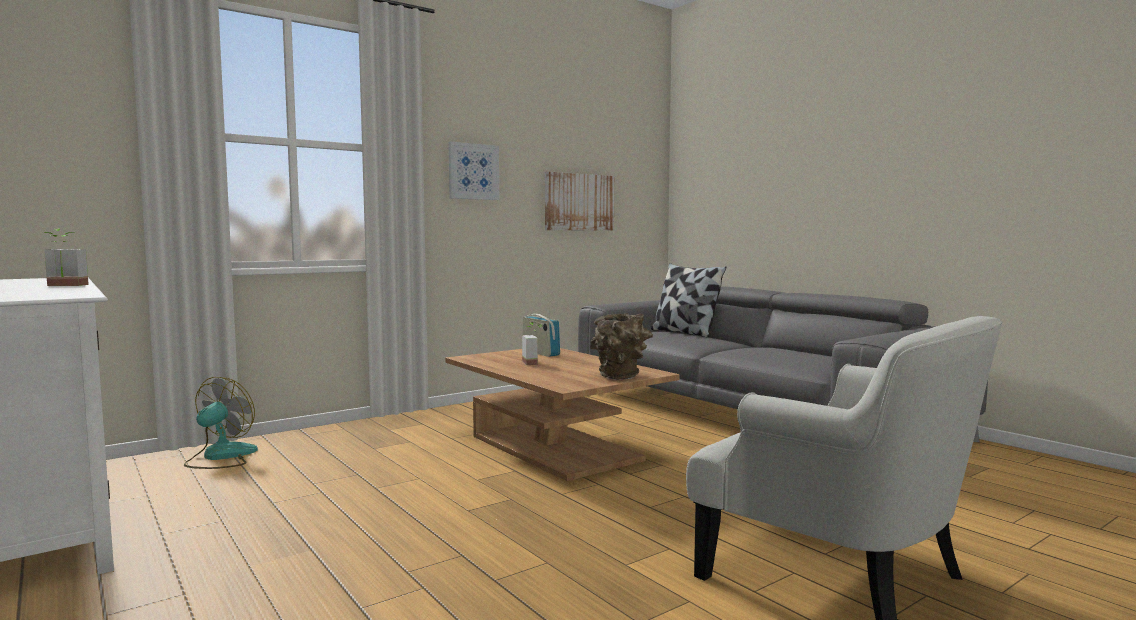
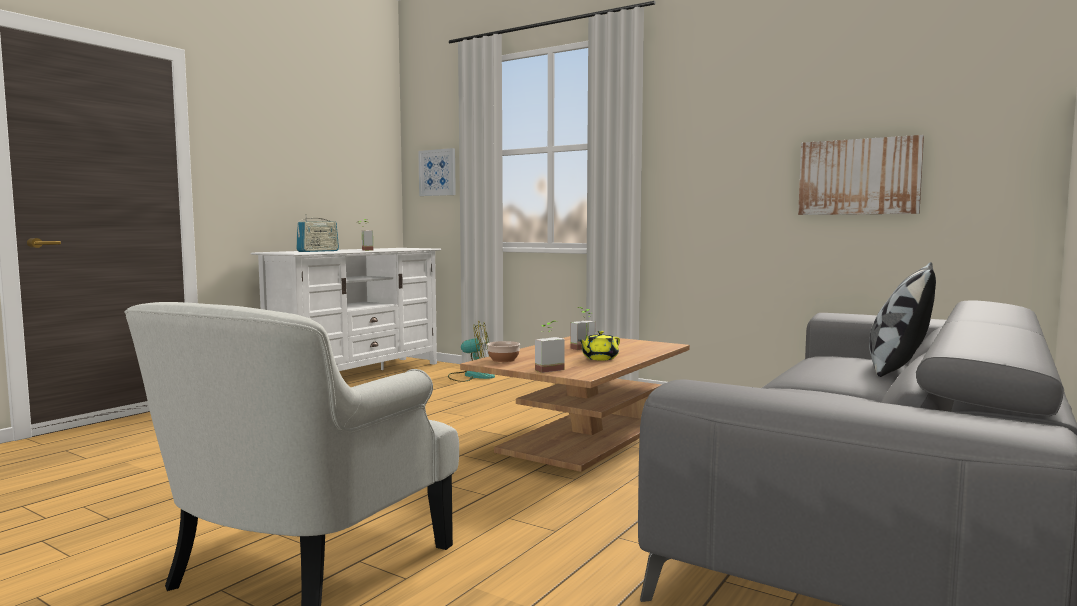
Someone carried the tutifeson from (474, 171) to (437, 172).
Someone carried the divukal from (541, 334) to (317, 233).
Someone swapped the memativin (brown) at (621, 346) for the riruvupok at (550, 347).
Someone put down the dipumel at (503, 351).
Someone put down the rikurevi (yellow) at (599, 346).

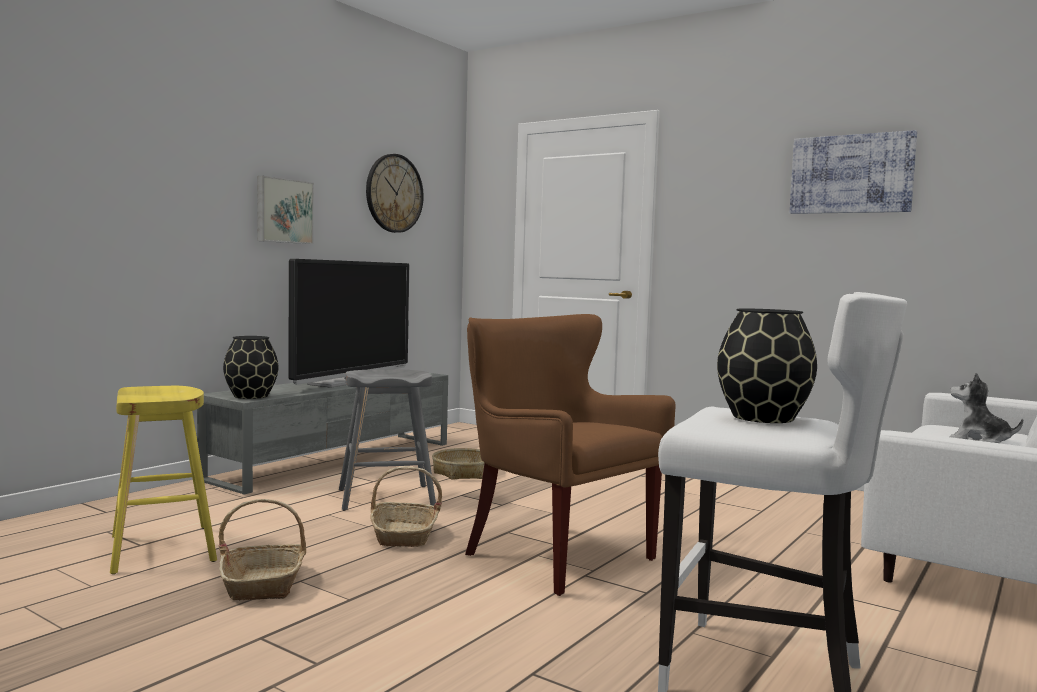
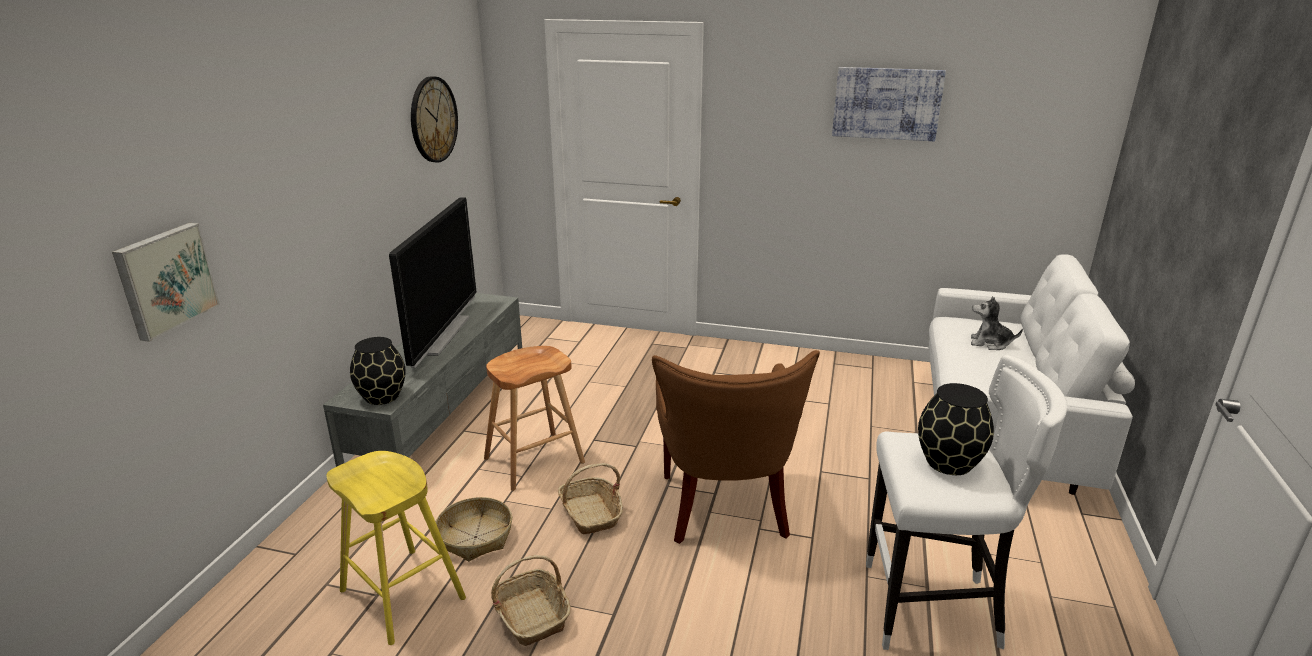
Someone carried the tutifeson from (285, 210) to (166, 282).
Someone repainted the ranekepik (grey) at (387, 439), which became the ranekepik (brown) at (534, 418).
Someone carried the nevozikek from (458, 464) to (474, 529).
Someone rotated the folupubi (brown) at (570, 455) by 120 degrees counterclockwise.

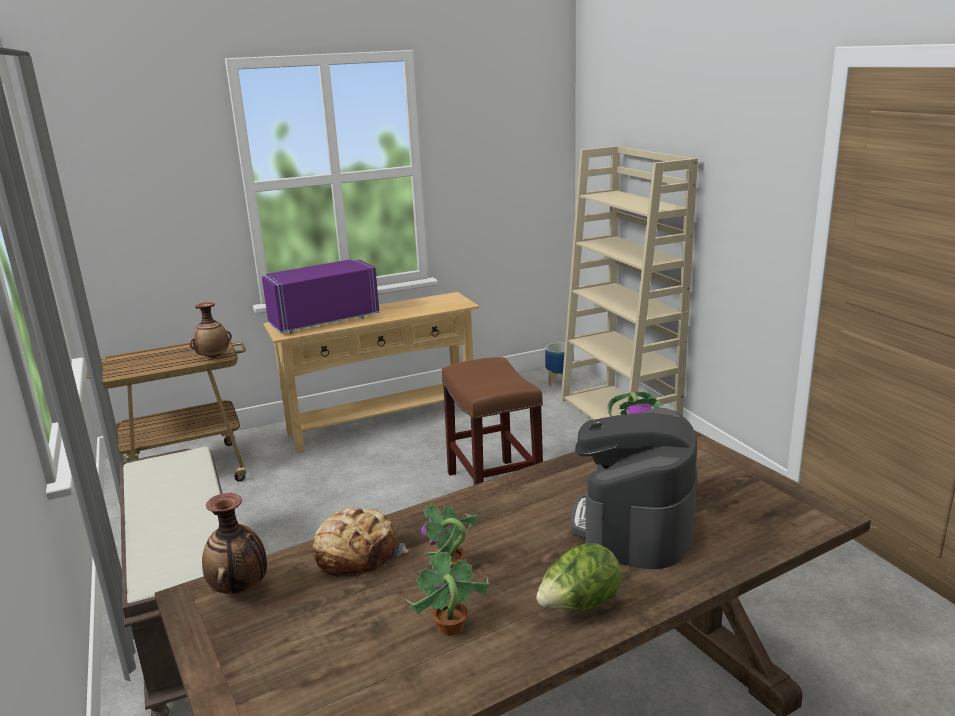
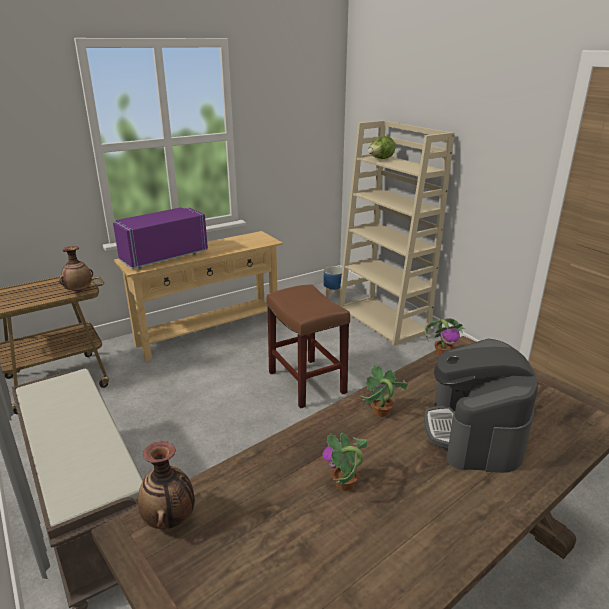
Someone took away the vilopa at (361, 542).
Someone carried the riruvupok from (447, 593) to (384, 391).
Someone carried the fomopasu from (579, 576) to (382, 147).

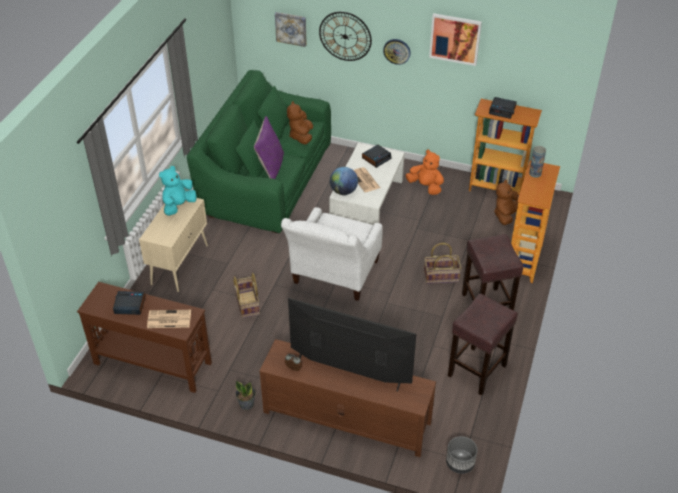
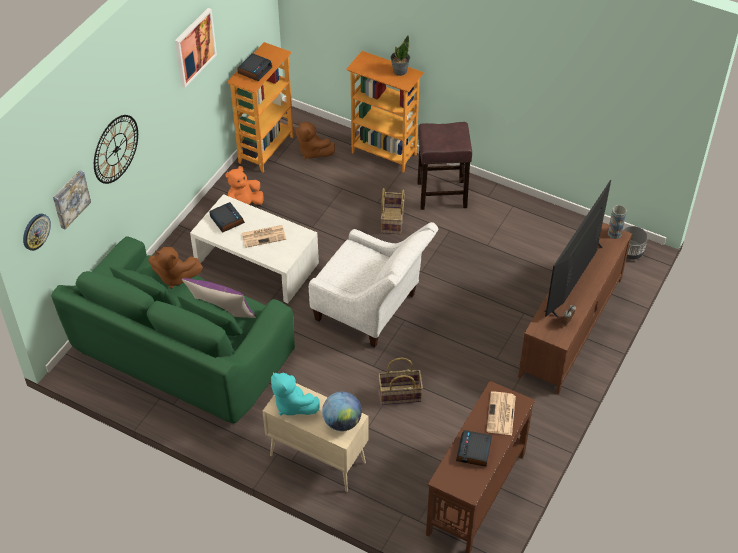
Someone carried the riruvupok from (246, 395) to (400, 55).
Someone carried the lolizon from (344, 181) to (342, 411).
Someone carried the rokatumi from (397, 52) to (37, 232).
Someone took away the ranekepik (brown) at (483, 344).
Someone carried the memativin from (537, 162) to (617, 222).

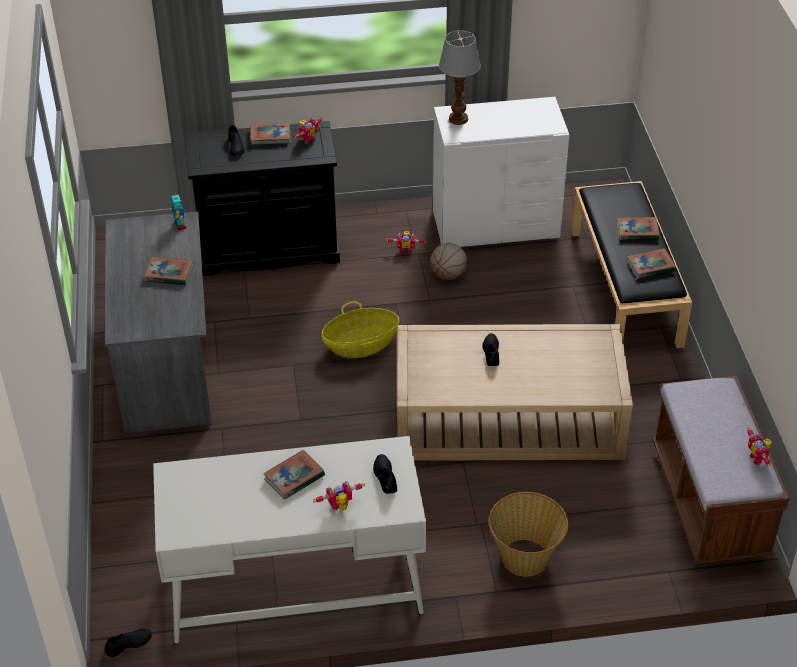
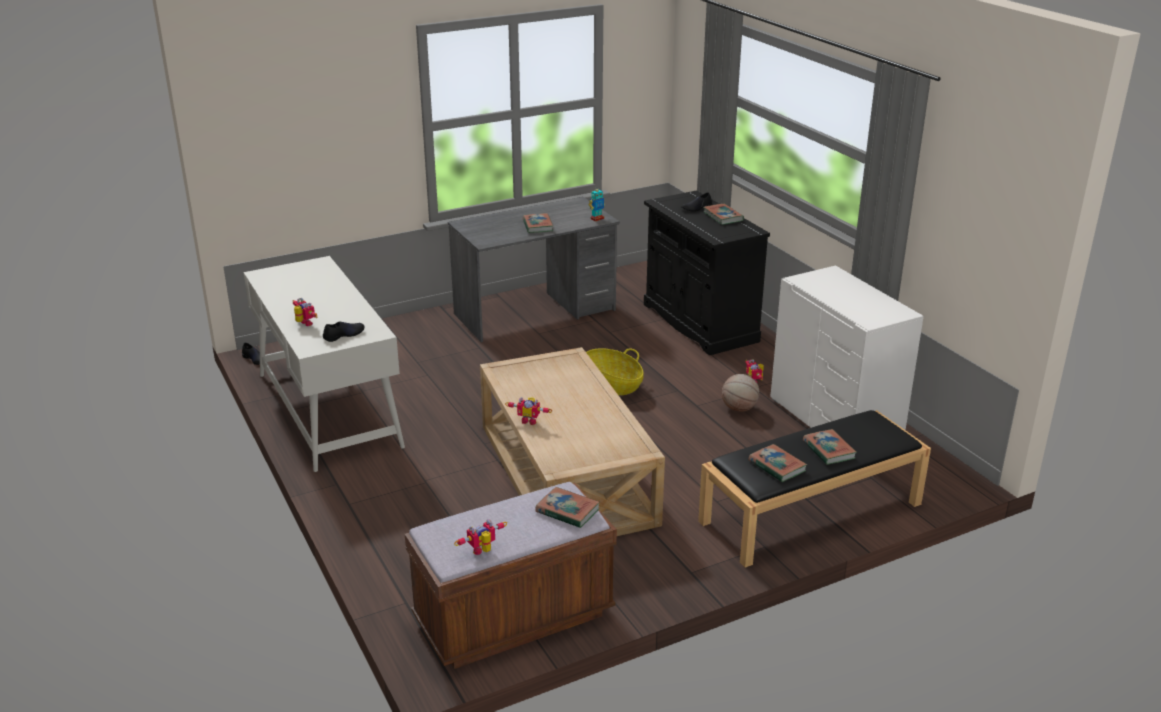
Someone carried the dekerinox from (294, 475) to (568, 507).
Someone carried the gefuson from (309, 130) to (528, 411).
Someone took away the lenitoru at (460, 77).
Someone took away the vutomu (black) at (490, 349).
Someone took away the nevozikek at (528, 534).

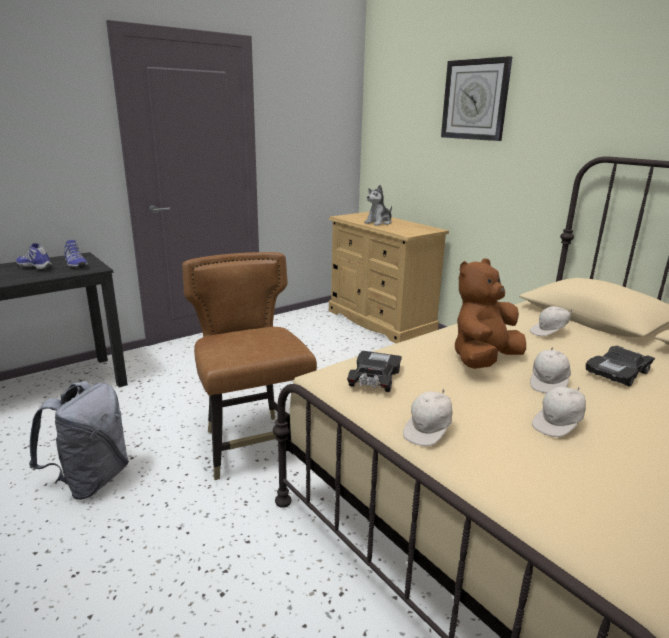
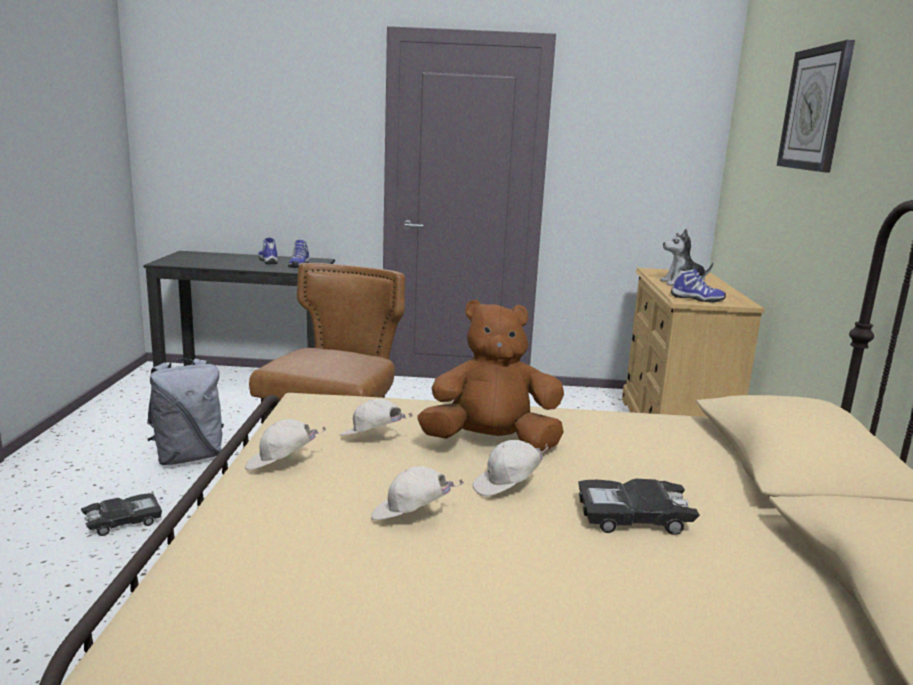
Someone carried the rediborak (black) from (374, 371) to (121, 514).
Someone carried the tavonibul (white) from (551, 321) to (376, 417).
Someone put down the vutomu at (698, 285).

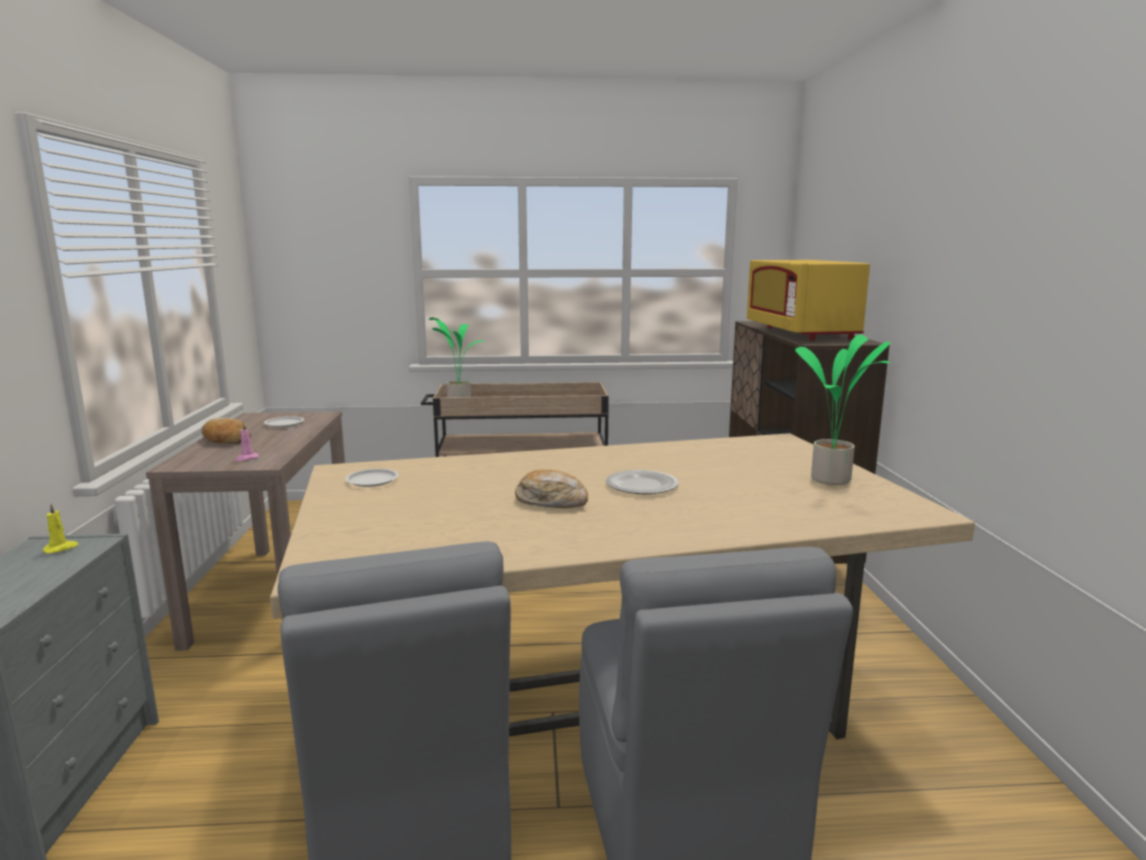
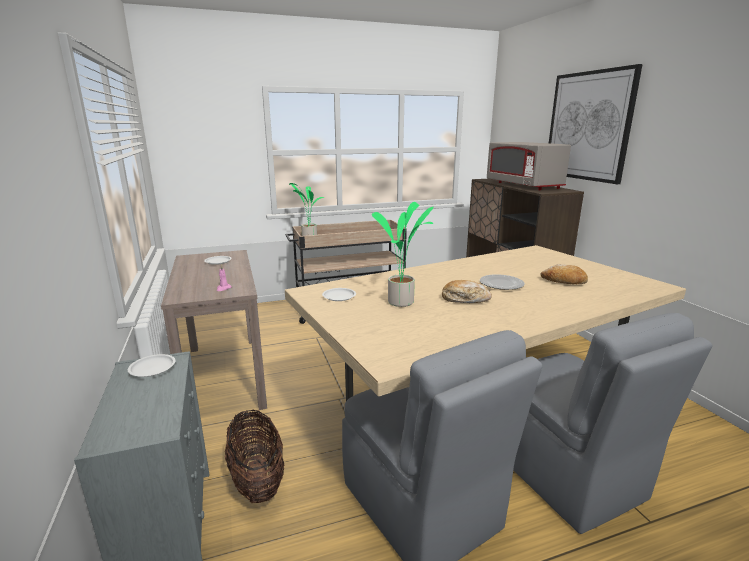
Someone swapped the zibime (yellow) at (60, 528) for the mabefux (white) at (151, 365).
Someone carried the vilopa from (226, 431) to (564, 274).
Someone repainted the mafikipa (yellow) at (808, 300), which became the mafikipa (grey) at (529, 166).
Someone carried the riruvupok from (843, 409) to (403, 254).
Someone put down the nevozikek at (255, 456).
Someone put up the tutifeson at (596, 124).

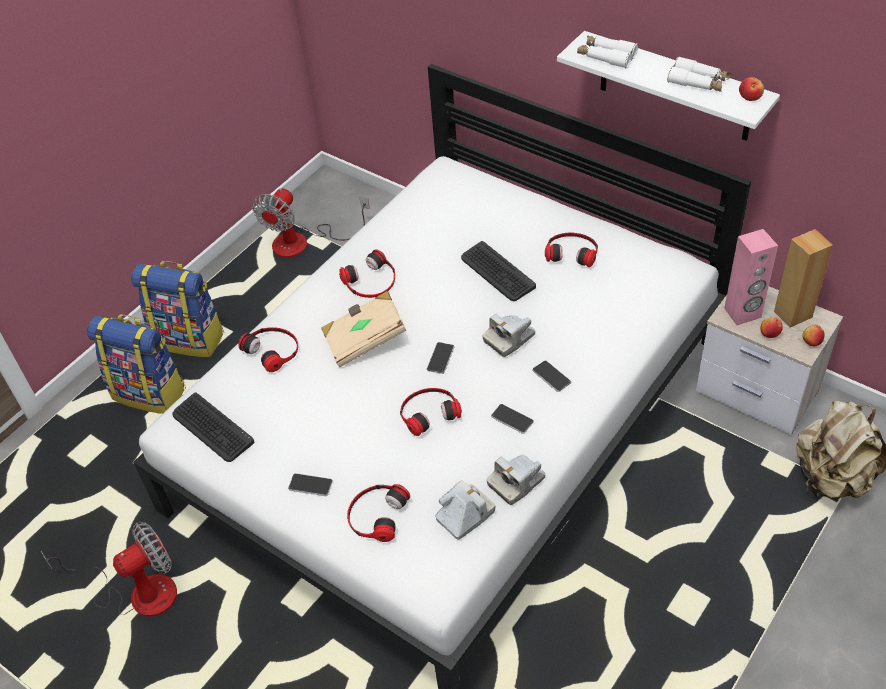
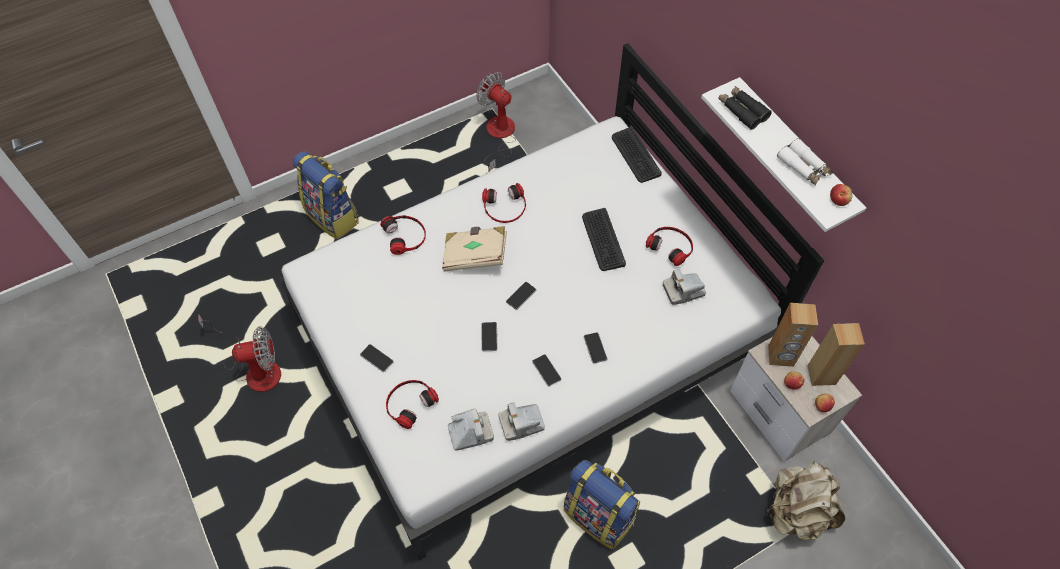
Someone carried the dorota from (177, 309) to (602, 505).
Someone carried the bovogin from (213, 427) to (637, 155).
Someone rotated the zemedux at (311, 222) by 90 degrees clockwise.
Someone swapped the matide at (431, 412) for the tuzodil at (489, 336).
Someone carried the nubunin from (508, 335) to (684, 287).
Someone repainted the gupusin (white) at (607, 51), which became the gupusin (black) at (745, 108).
Someone repainted the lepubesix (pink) at (751, 277), which became the lepubesix (brown) at (793, 335).

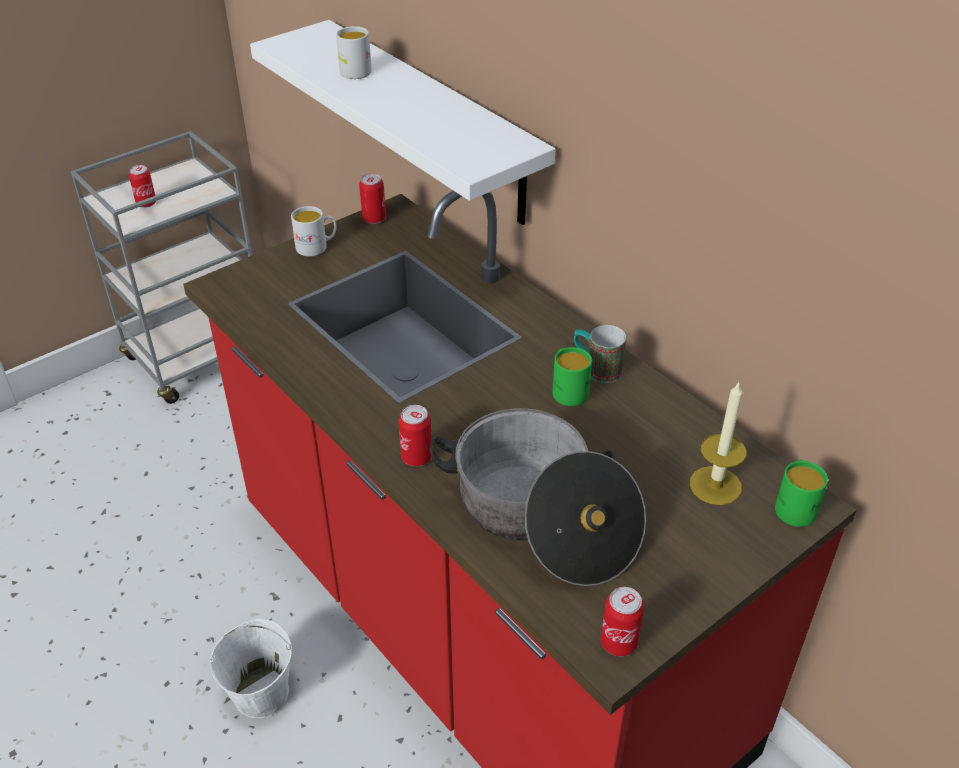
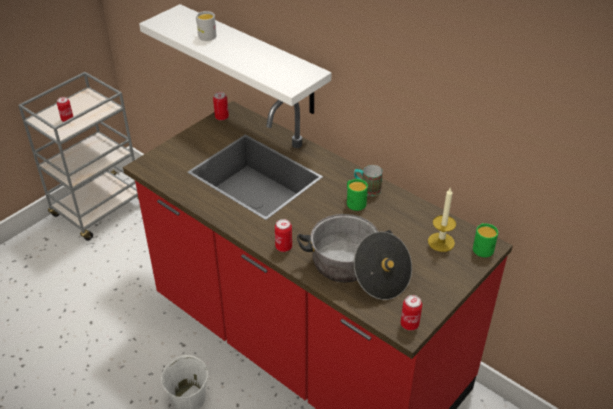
Someone took away the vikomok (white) at (314, 231).

